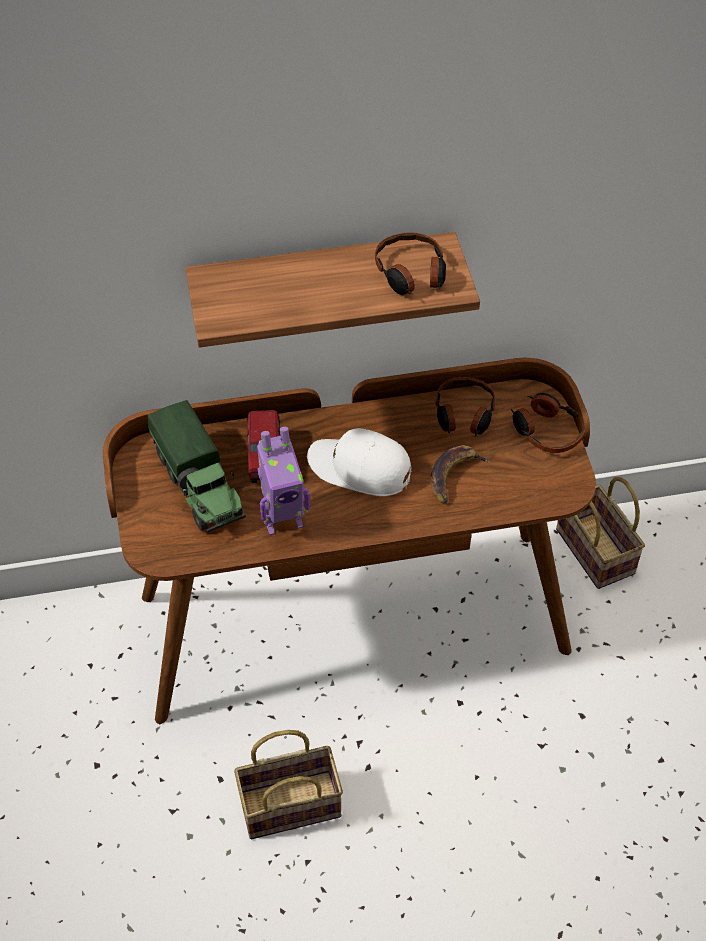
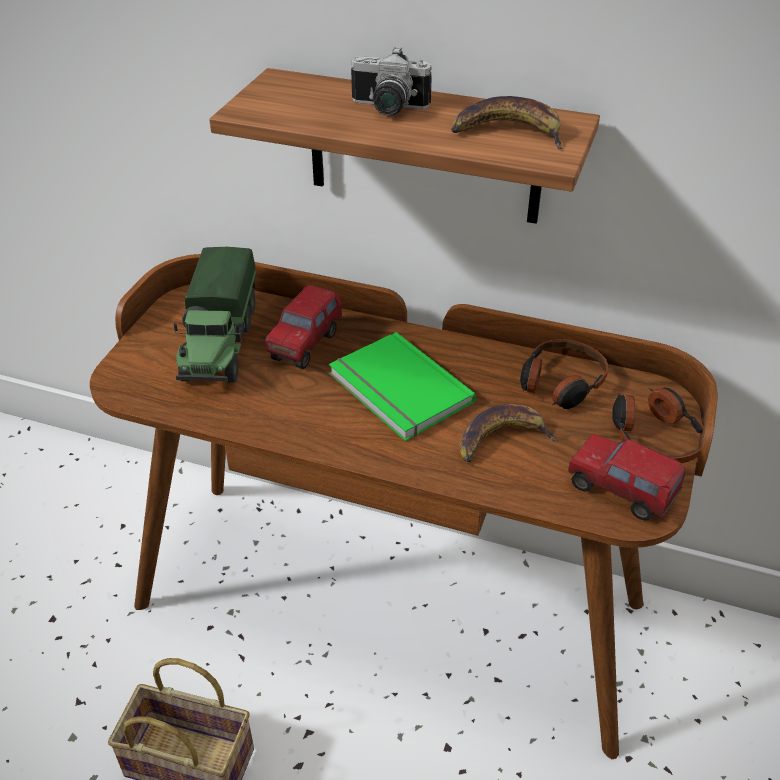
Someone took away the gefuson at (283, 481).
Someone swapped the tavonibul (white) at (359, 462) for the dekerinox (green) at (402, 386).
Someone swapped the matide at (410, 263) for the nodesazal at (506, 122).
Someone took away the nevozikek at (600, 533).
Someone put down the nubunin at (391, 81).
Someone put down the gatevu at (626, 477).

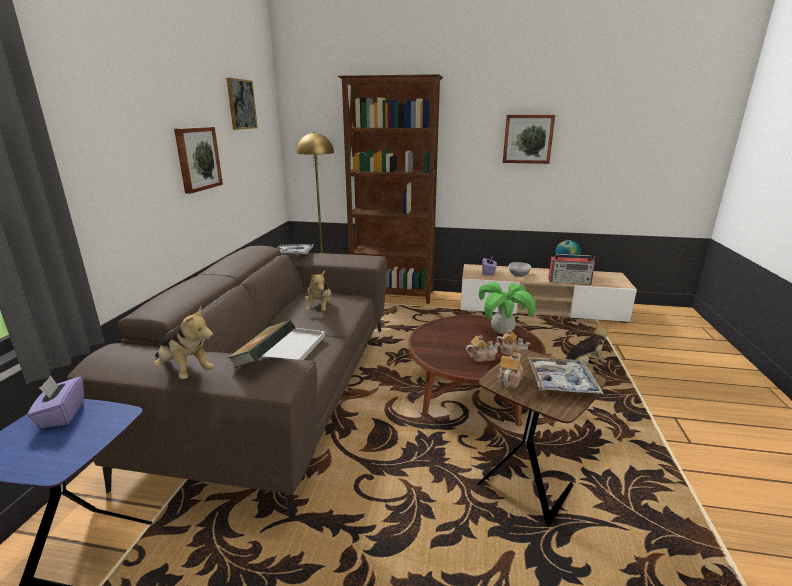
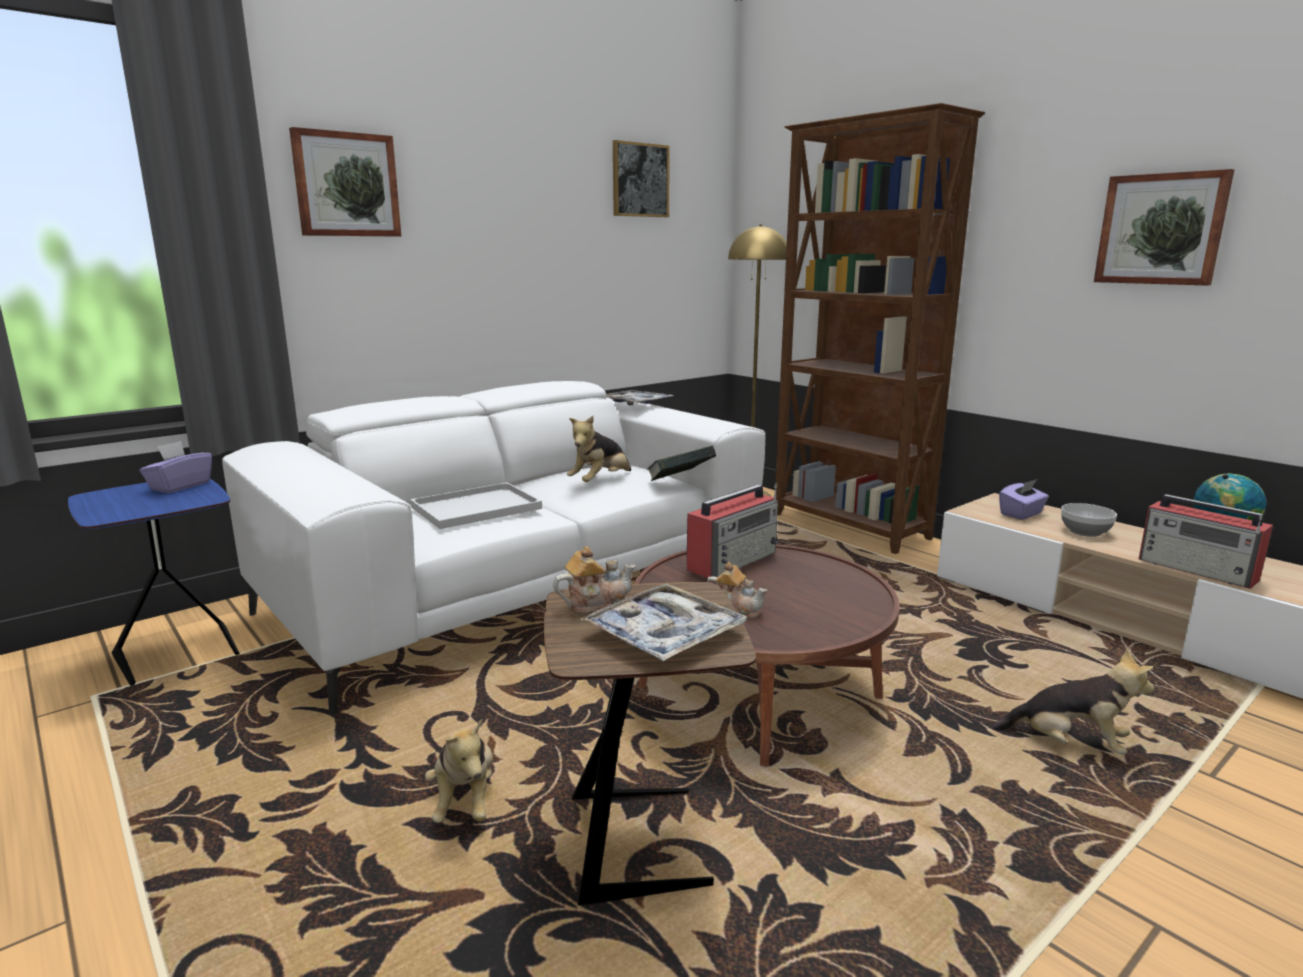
Someone repainted the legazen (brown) at (227, 383), which became the legazen (white) at (493, 548).
Someone carried the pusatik from (183, 342) to (459, 771).
Someone carried the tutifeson from (198, 160) to (345, 181).
Someone carried the dekerinox from (261, 344) to (681, 463).
Someone took away the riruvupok at (507, 308).
Someone took away the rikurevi at (513, 342).
Someone put down the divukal at (732, 530).

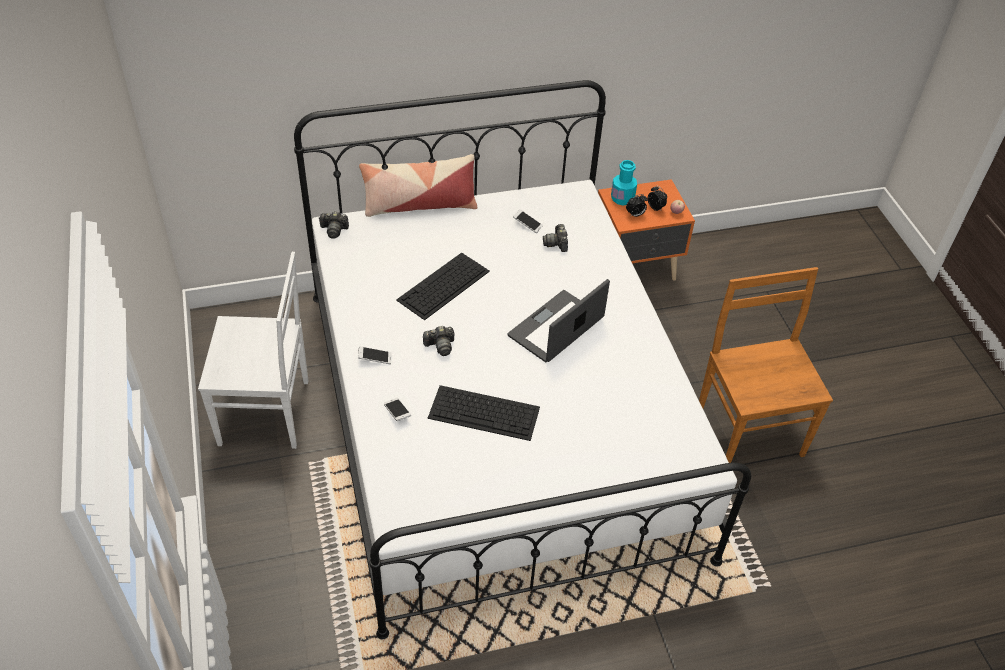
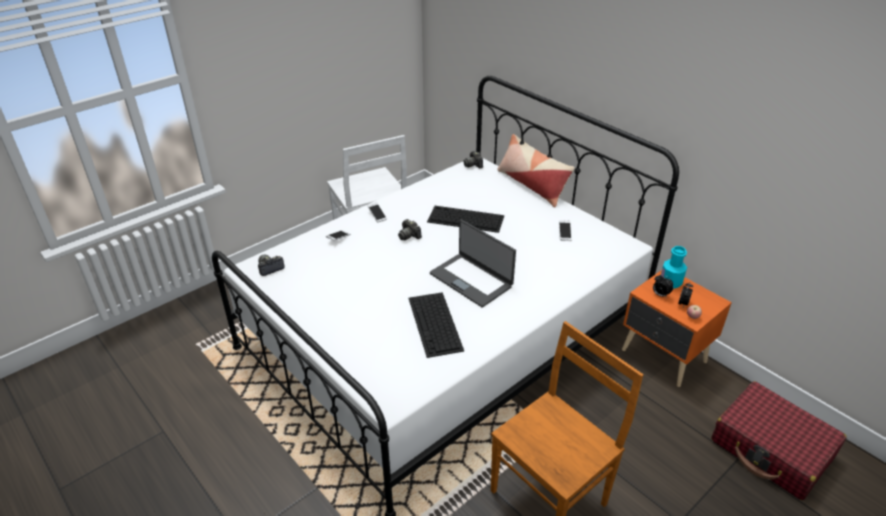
Someone carried the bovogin from (484, 413) to (436, 325).
Someone rotated the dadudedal at (558, 320) by 150 degrees counterclockwise.
Someone carried the nubunin from (555, 238) to (271, 265).
Someone put down the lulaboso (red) at (779, 440).

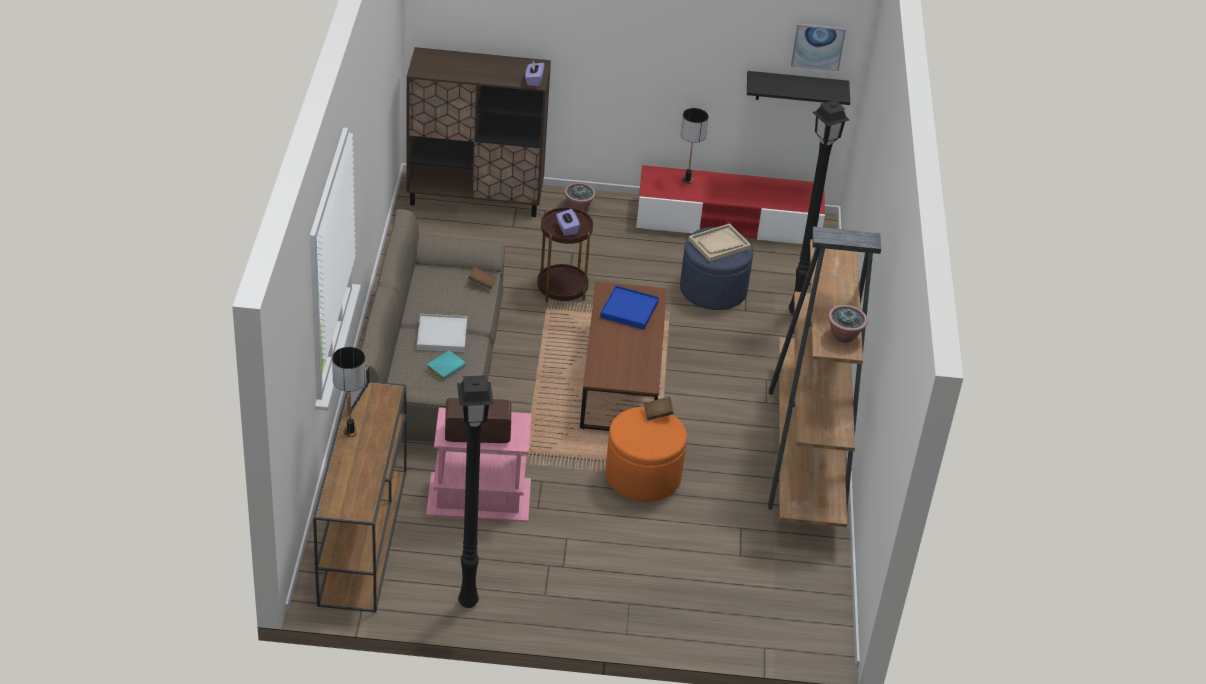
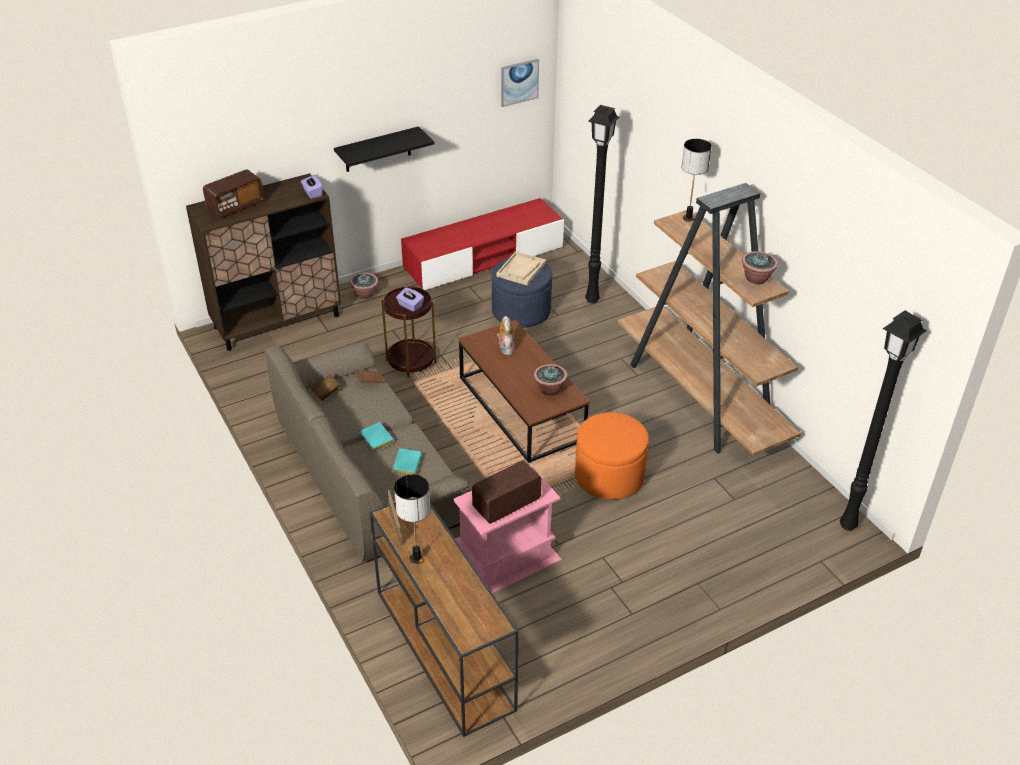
Someone swapped the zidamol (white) at (442, 333) for the dekerinox (turquoise) at (377, 436).
Someone carried the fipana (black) from (475, 491) to (883, 420).
Someone swapped the zidamol (blue) at (629, 307) for the pusatik at (506, 335).
Someone carried the dekerinox (brown) from (658, 408) to (326, 387).
Someone carried the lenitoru from (694, 146) to (697, 180).
Someone carried the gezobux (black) from (798, 88) to (384, 149).
Someone put down the divukal at (233, 193).
Someone put down the riruvupok at (550, 380).

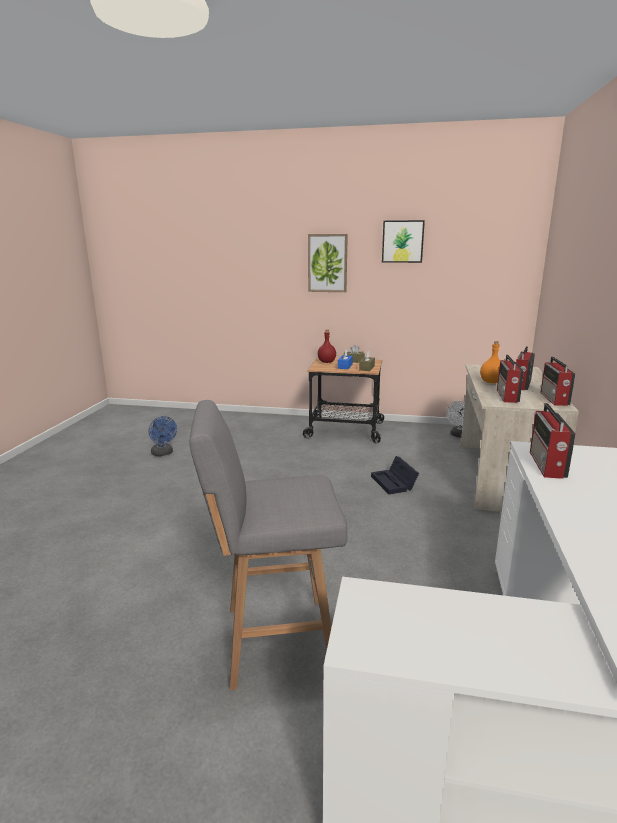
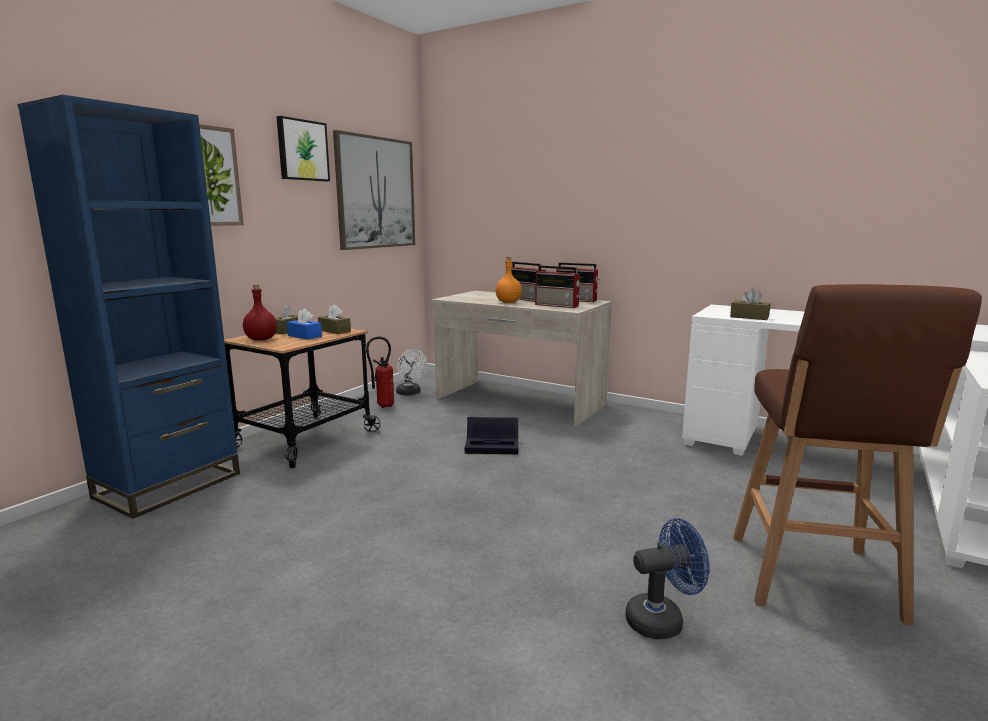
Someone carried the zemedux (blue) from (162, 436) to (668, 578).
Someone repainted the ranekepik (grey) at (268, 545), which became the ranekepik (brown) at (857, 454).
Someone swapped the divukal at (553, 441) for the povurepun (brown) at (750, 304).
Someone put down the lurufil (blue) at (129, 307).
Someone put up the tutifeson at (374, 190).
Someone put down the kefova at (380, 372).

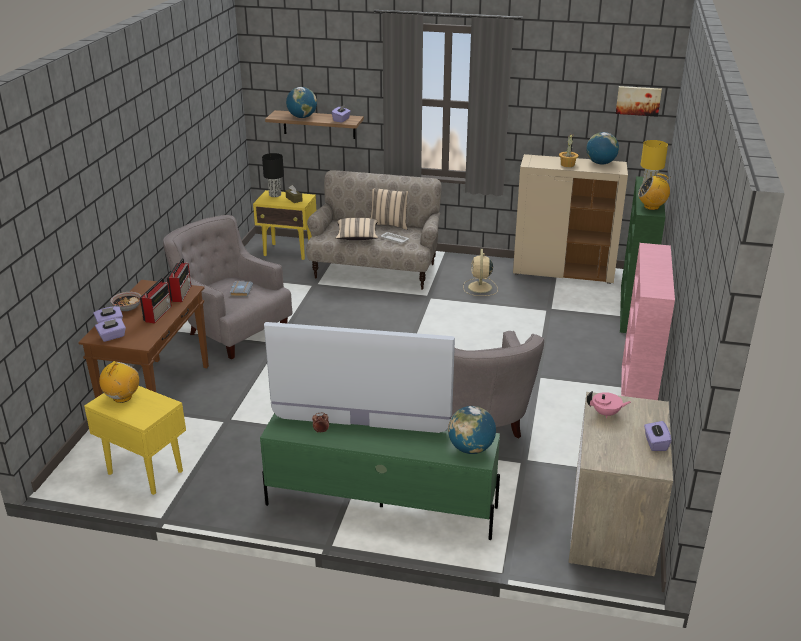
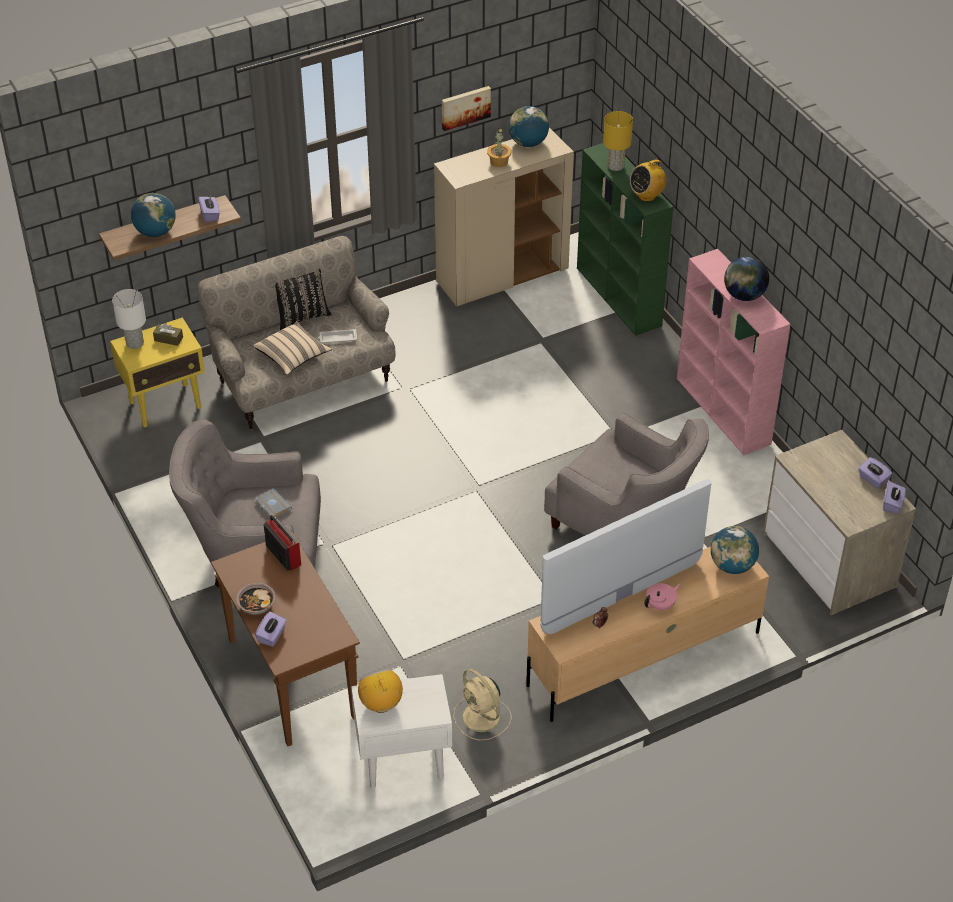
Someone repainted the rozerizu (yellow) at (135, 440), which became the rozerizu (white) at (401, 731).
Someone carried the povurepun (purple) from (110, 330) to (894, 497).
Someone took away the divukal at (156, 300).
Someone repainted the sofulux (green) at (380, 476), which became the sofulux (beige) at (647, 634).
Someone repainted the lenitoru (black) at (273, 175), which became the lenitoru (white) at (129, 319).
Someone repainted the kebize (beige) at (389, 209), which became the kebize (black) at (303, 299).
Someone carried the zemedux (beige) from (480, 272) to (482, 705).
Someone carried the rikurevi (pink) from (609, 404) to (662, 597).
Someone carried the tutifeson from (639, 101) to (466, 108).
Someone put down the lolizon at (746, 278).

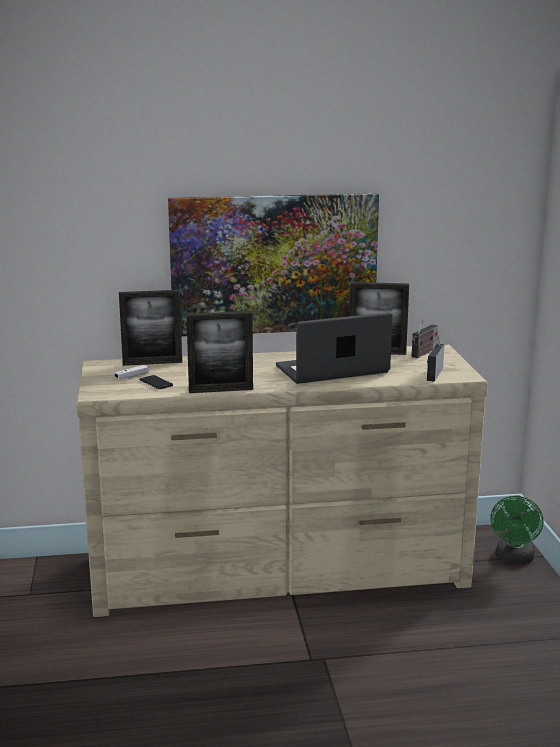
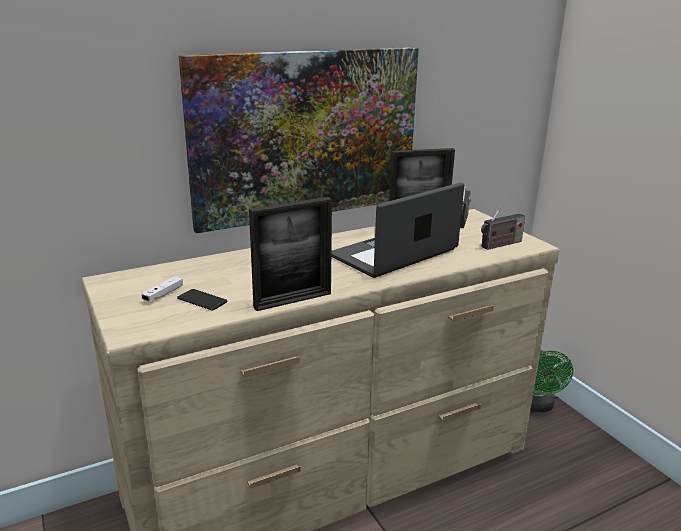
Someone took away the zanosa at (150, 328).
Someone rotated the divukal at (435, 358) by 120 degrees counterclockwise.

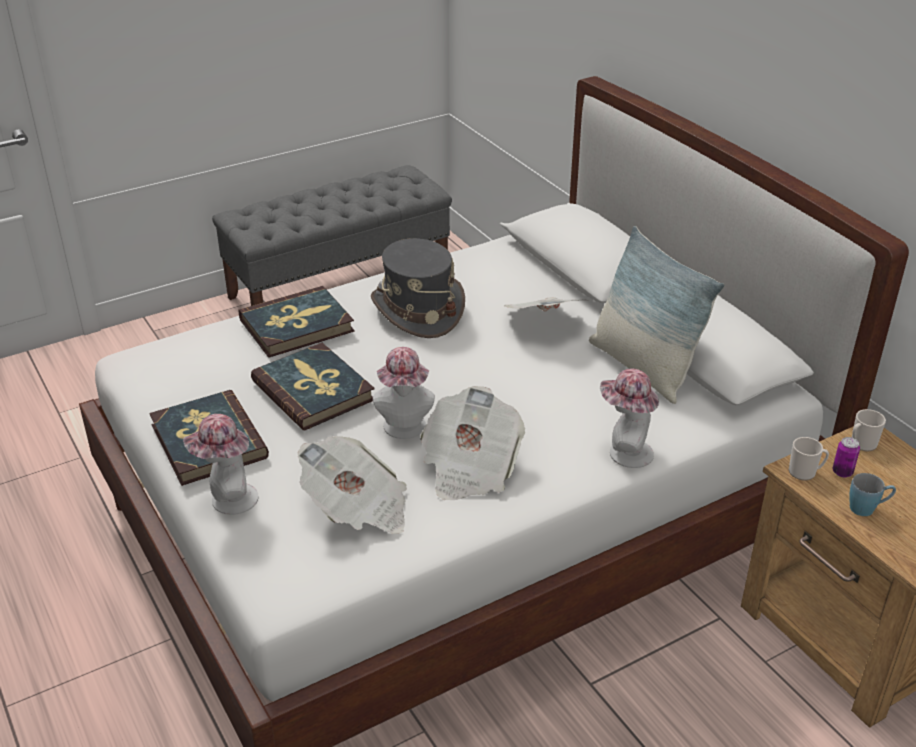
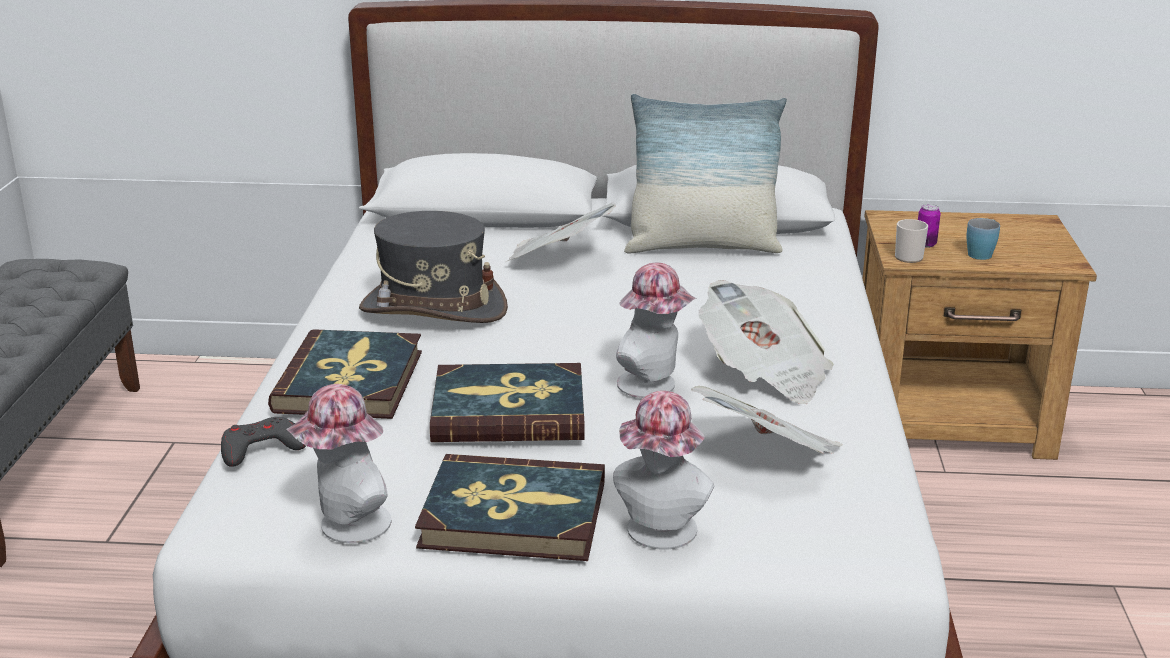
Someone carried the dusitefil from (629, 418) to (338, 463).
Someone took away the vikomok at (869, 430).
Someone put down the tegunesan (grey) at (263, 442).

